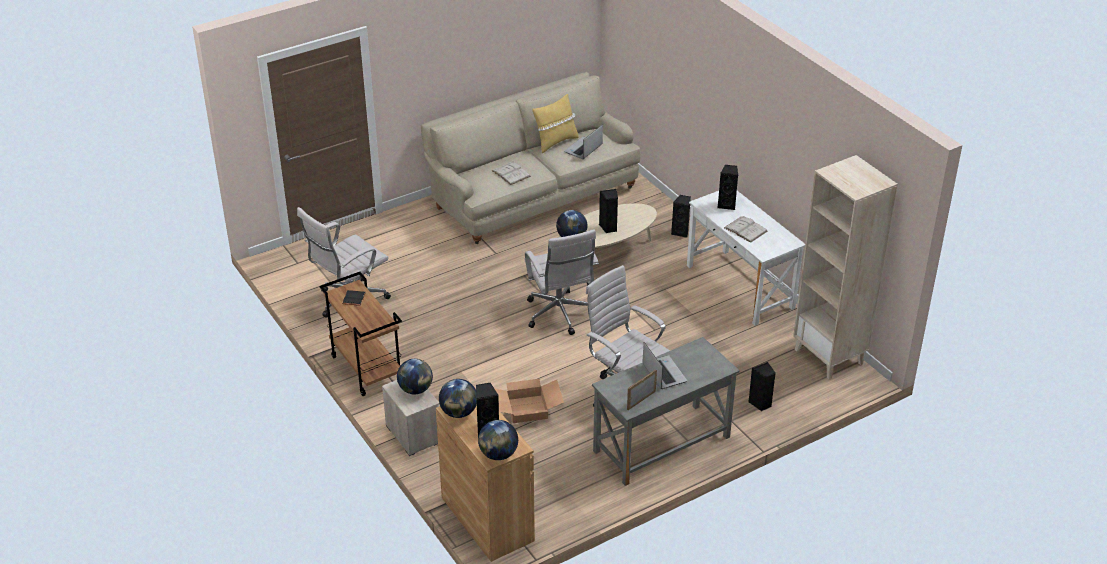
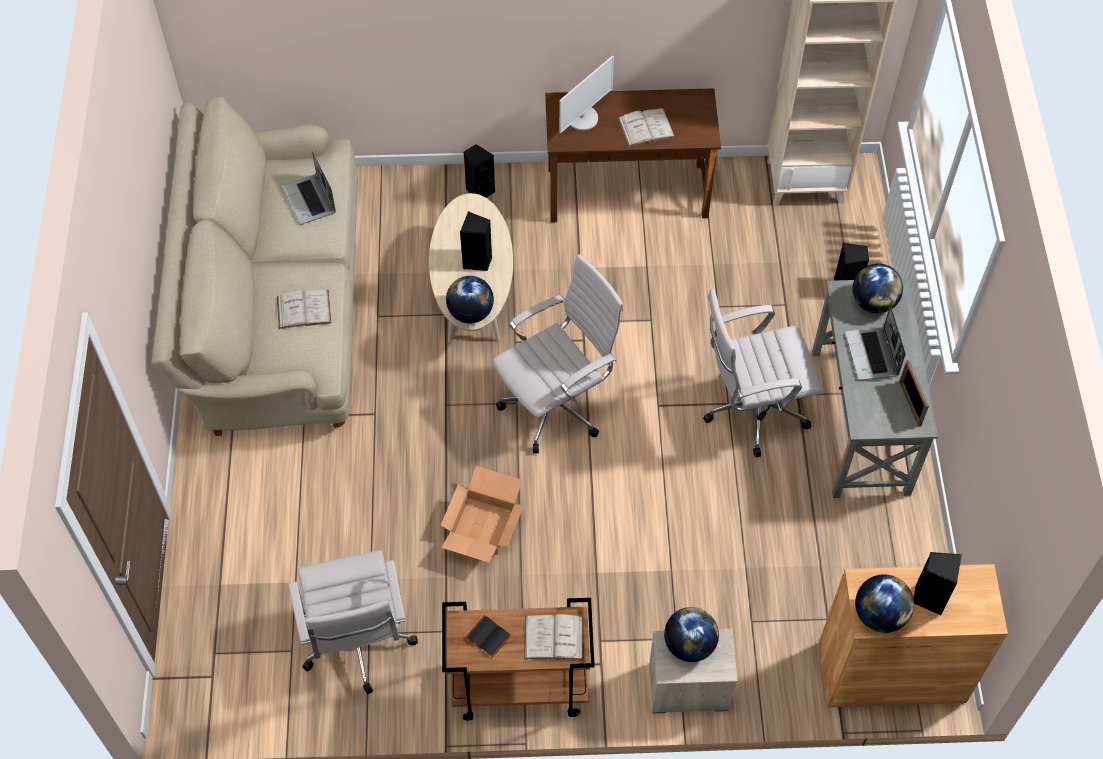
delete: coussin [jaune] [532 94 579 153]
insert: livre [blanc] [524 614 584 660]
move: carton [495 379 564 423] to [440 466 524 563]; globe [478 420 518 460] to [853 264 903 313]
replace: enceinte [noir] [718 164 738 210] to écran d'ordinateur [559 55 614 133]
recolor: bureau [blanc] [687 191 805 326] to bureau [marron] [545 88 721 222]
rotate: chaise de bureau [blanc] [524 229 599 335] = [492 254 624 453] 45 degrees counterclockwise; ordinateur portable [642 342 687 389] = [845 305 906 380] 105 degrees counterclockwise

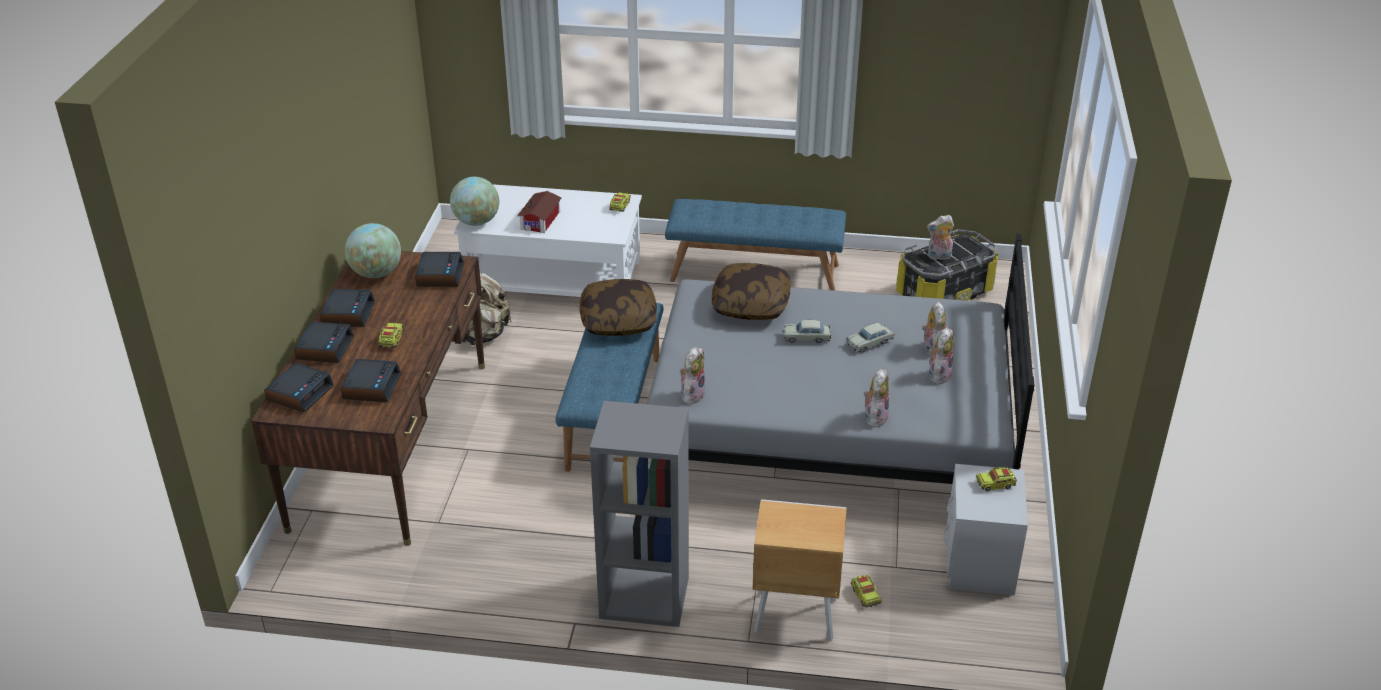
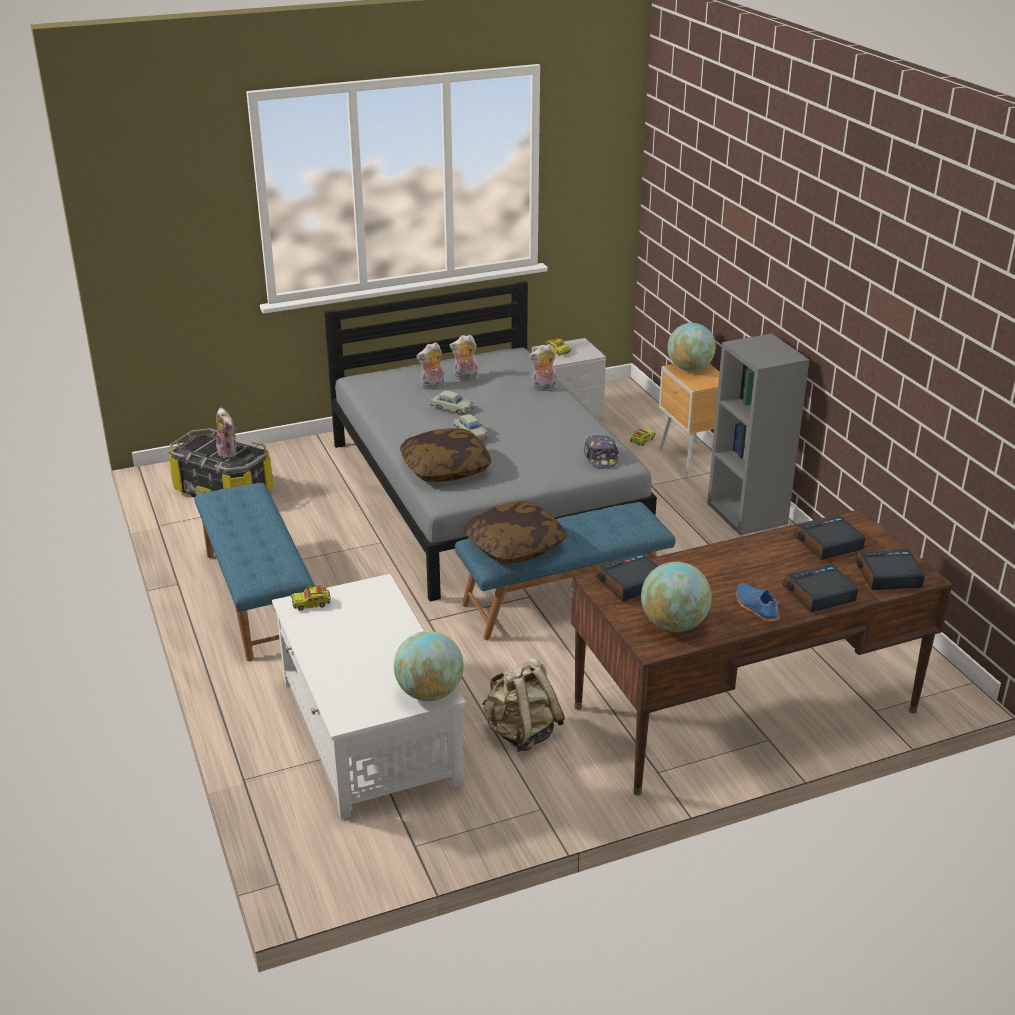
delete: maison miniature [517 191 561 233]; camion jouet [379 323 403 348]
insert: globe [668 323 716 371]
replace: réveil [320 289 375 327] to chaussure [bleu] [736 583 780 622]; peluche [680 347 706 404] to casquette [584 435 619 468]

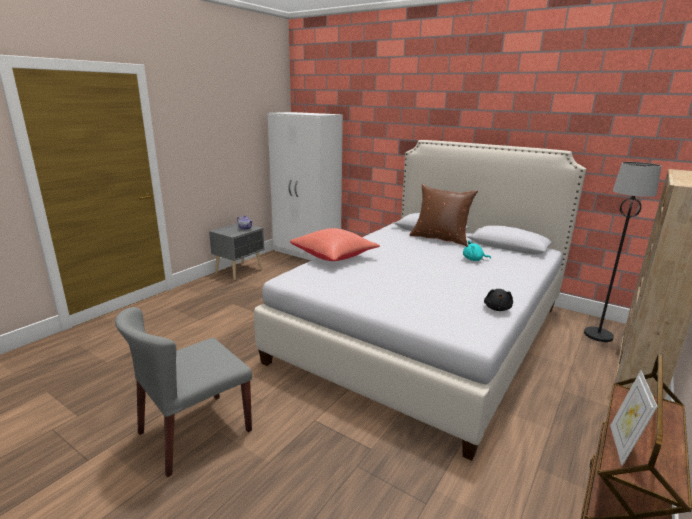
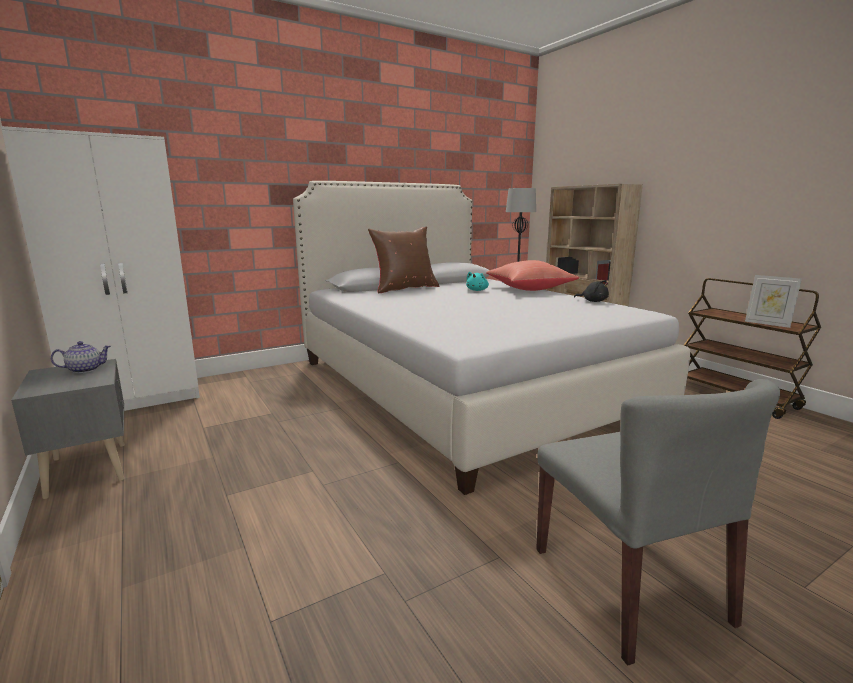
move: coussin [rouge] [290 228 380 261] to [486 260 579 291]

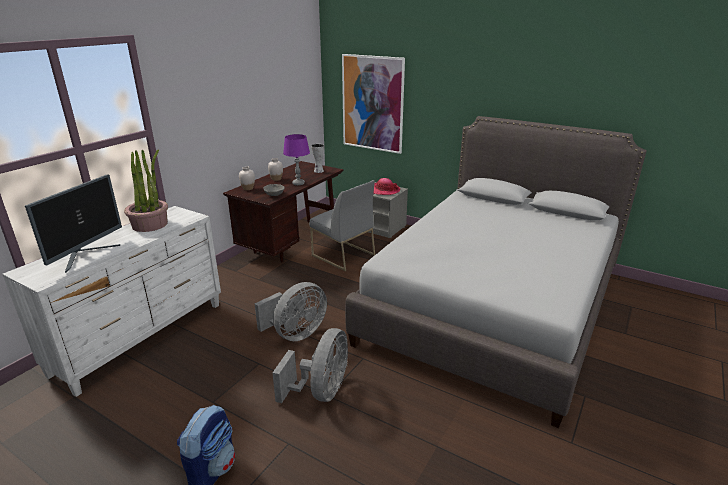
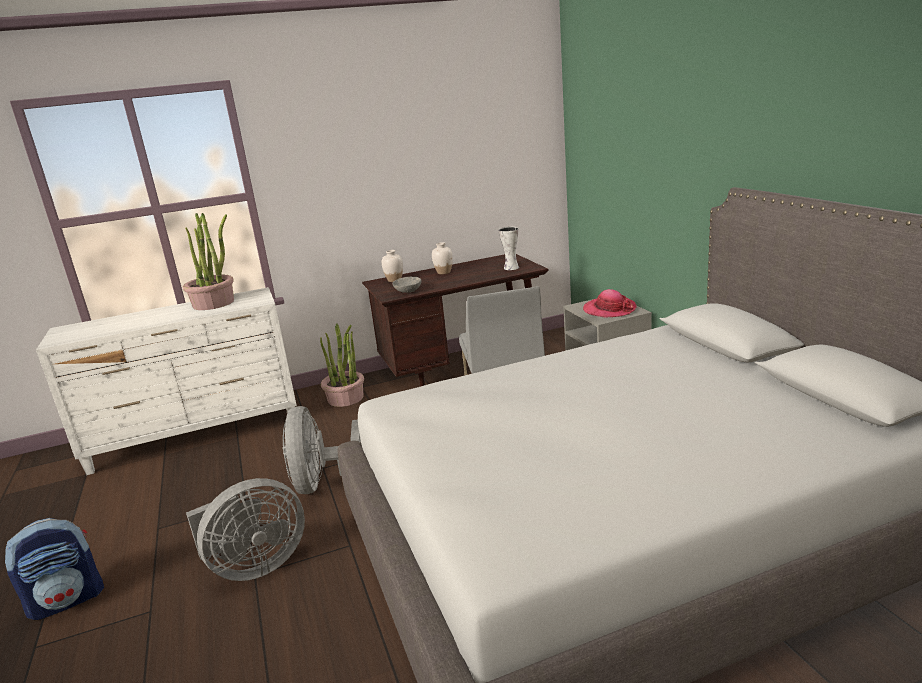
delete: tableau [342 54 405 154]; lampe de table [violet] [283 134 310 185]; écran d'ordinateur [25 175 122 273]
insert: plante en pot [320 323 364 407]
rotate: ventilateur [gris] [255 282 327 341] = [282 406 361 494] 90 degrees clockwise

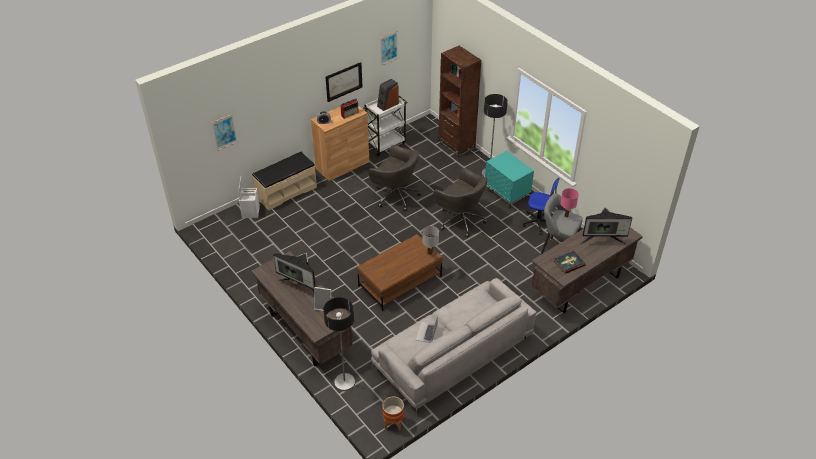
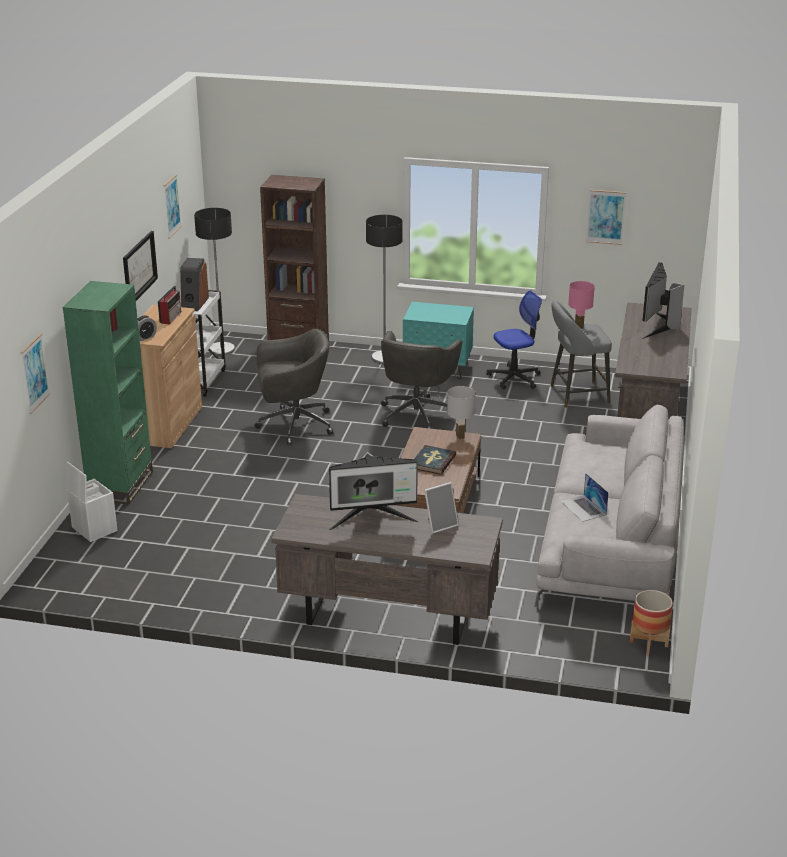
insert: tableau [586 190 626 245]
move: livre [554 251 585 274] to [414 445 456 475]; lampadaire [323 297 355 391] to [194 208 235 355]
replace: banc [beige] [252 152 317 210] to bibliothèque [vert] [62 281 153 504]
rotate: chaise de bureau [gris] [433 168 488 237] = [381 331 462 429] 105 degrees clockwise; écran d'ordinateur [581 207 632 245] = [642 262 685 339] 150 degrees clockwise

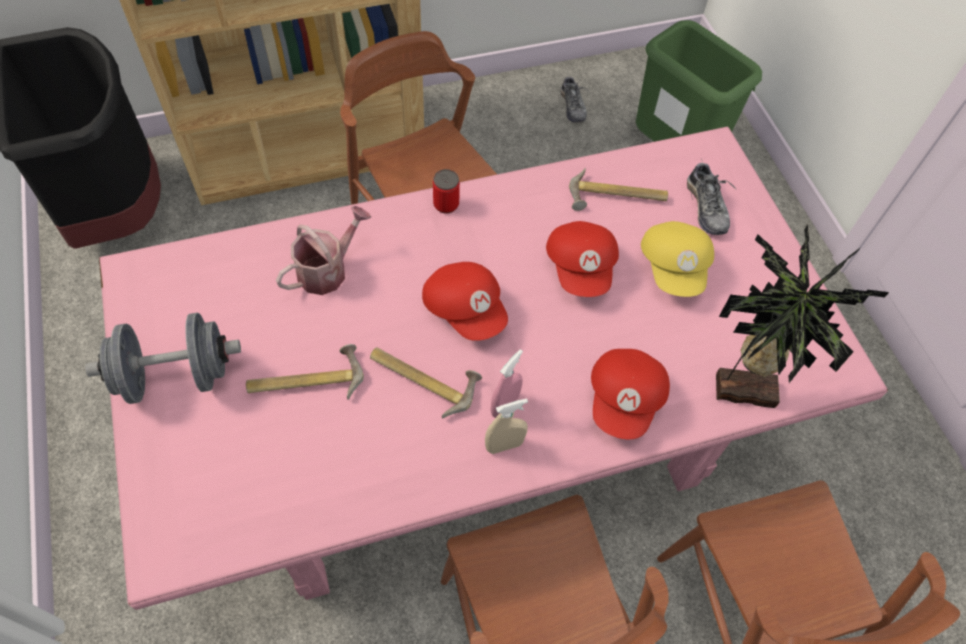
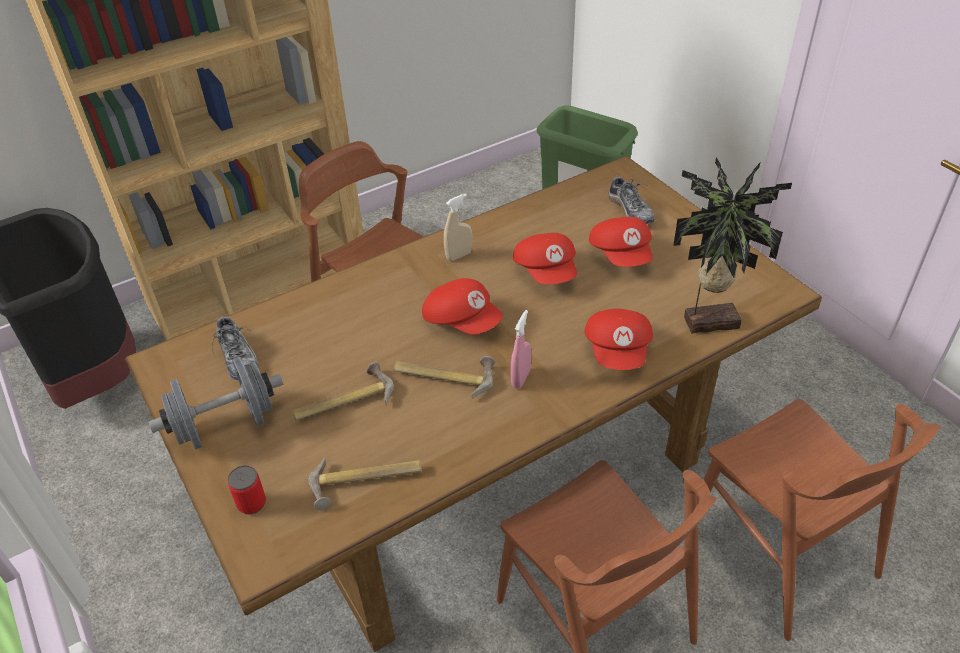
delete: arrosoir [276 206 371 295]
move: chaussure [560 74 590 123] to [212 314 258 380]; marteau [569 168 668 211] to [309 457 421 510]; boîte métallique [433 169 460 214] to [228 465 266 514]; vaporisateur [beige] [485 398 528 454] to [444 193 472 261]
recolor: table à manger [rose] [99 127 888 610] to table à manger [marron] [125 156 822 652]; casquette [jaune] [641 221 714 297] to casquette [rouge] [589 217 653 267]

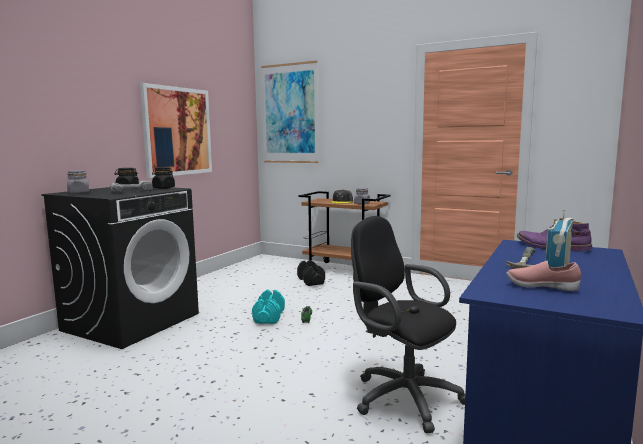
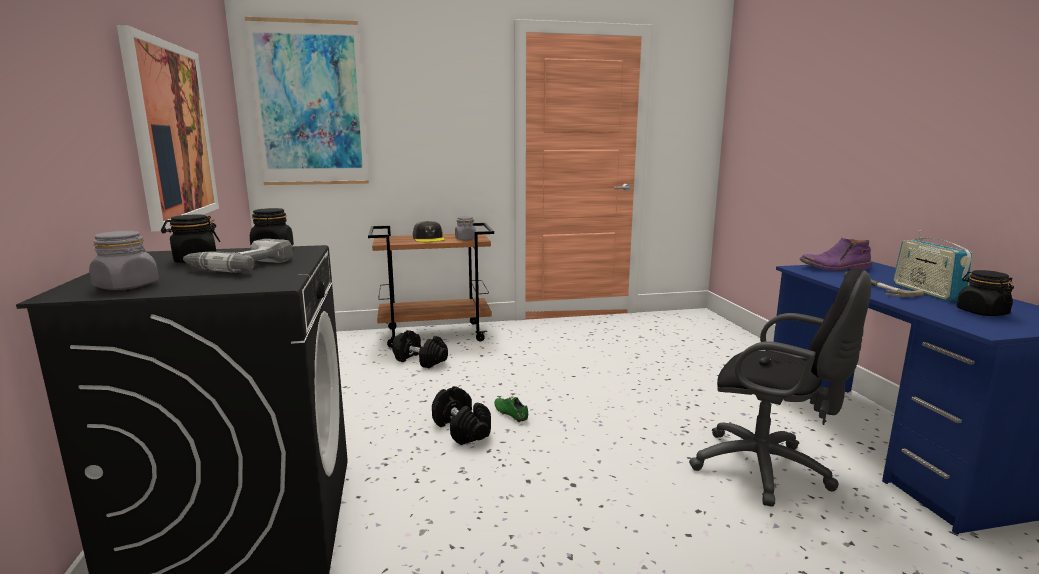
replace: chaussure [rose] [507 261 581 291] to bocal [noir] [956 270 1014 316]
recolor: haltère [turquoise] [252 290 285 324] to haltère [noir] [432 386 491 445]
rotate: chaise de bureau [noir] [351 216 465 433] = [689 268 871 507] 150 degrees counterclockwise

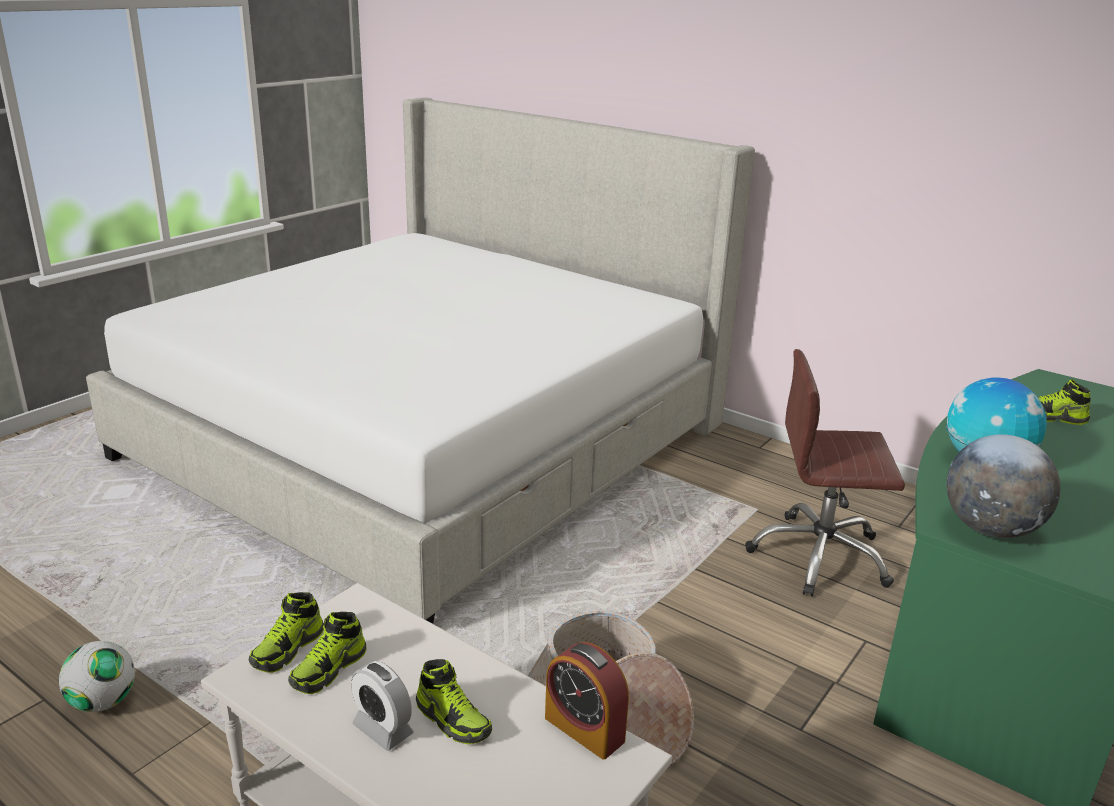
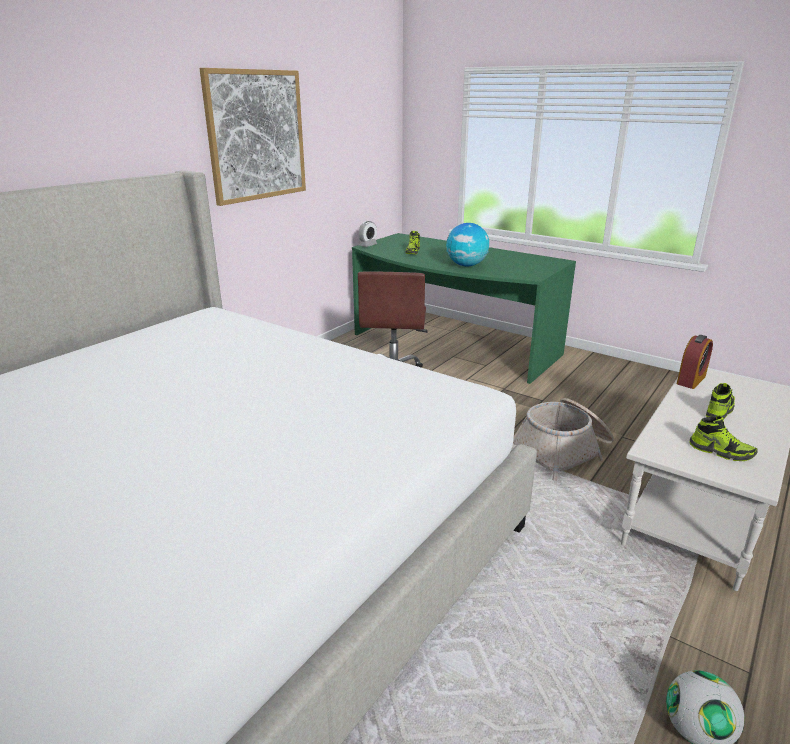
delete: globe [946 434 1061 538]; chaussure [249 592 324 673]
insert: tableau [199 68 306 206]
move: réveil [351 661 414 751] to [359 221 377 247]

